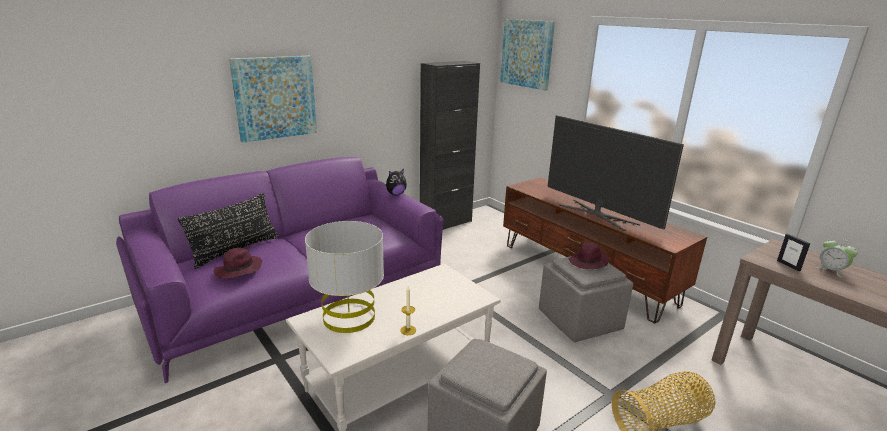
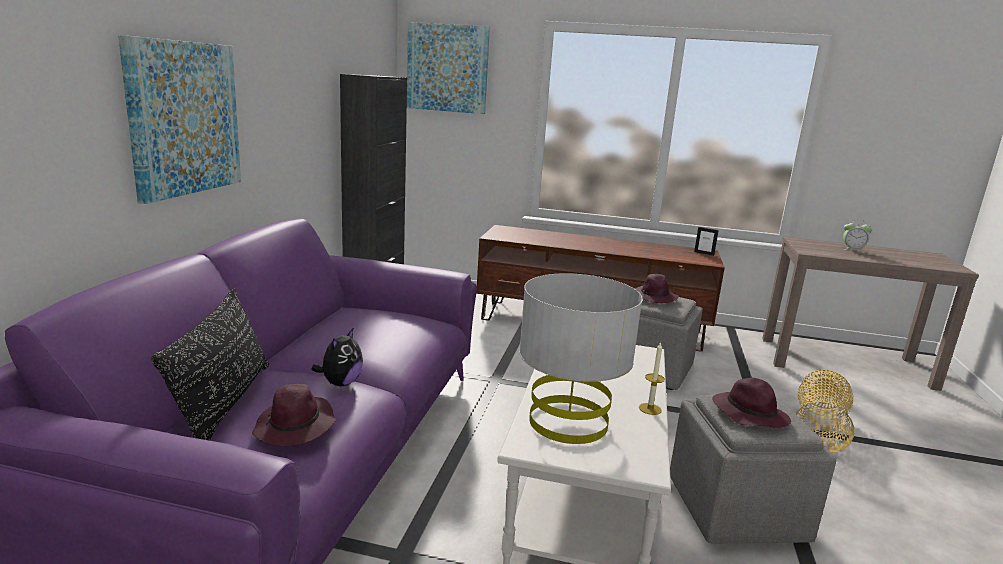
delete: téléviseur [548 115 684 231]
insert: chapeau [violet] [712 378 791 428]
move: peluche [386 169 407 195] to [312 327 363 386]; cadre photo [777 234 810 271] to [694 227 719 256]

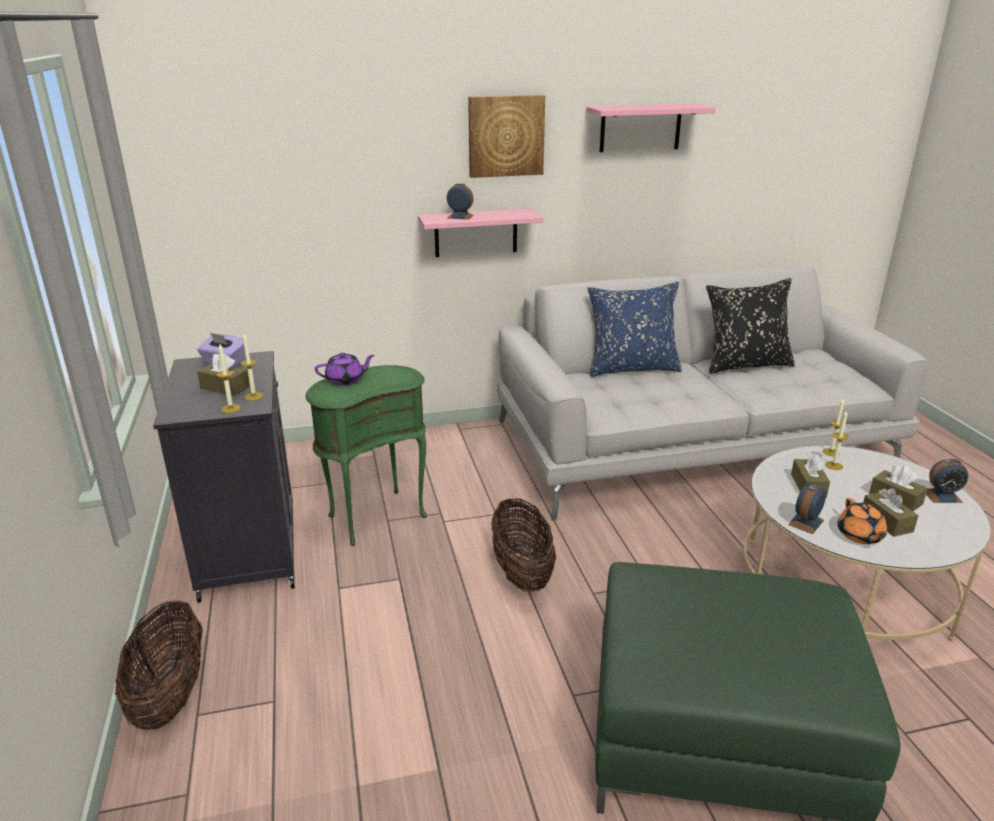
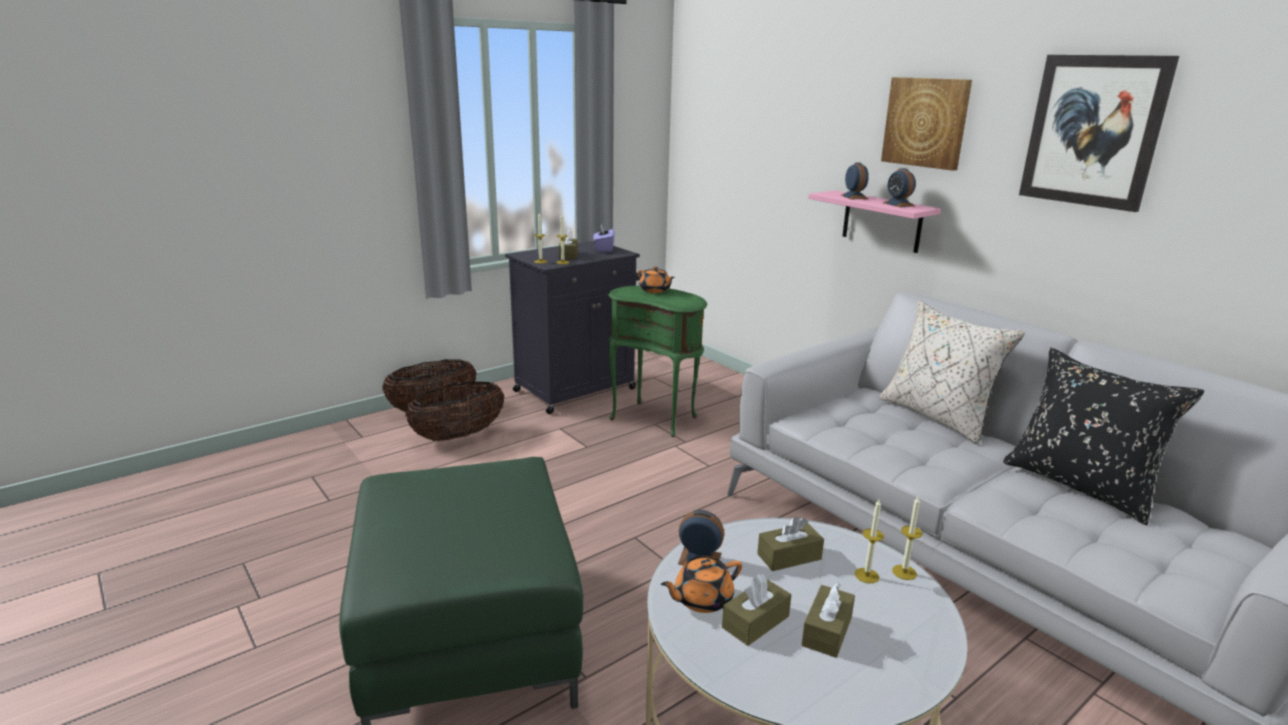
move: réveil [926 459 968 503] to [883 168 916 207]; panier [491 497 556 592] to [405 382 504 441]
replace: étagère [rose] [586 104 716 152] to tableau [1019 55 1179 212]
recolor: coussin [bleu] [587 282 682 377] to coussin [beige] [879 301 1025 445]; théière [violet] [315 353 375 386] to théière [orange] [638 266 675 293]

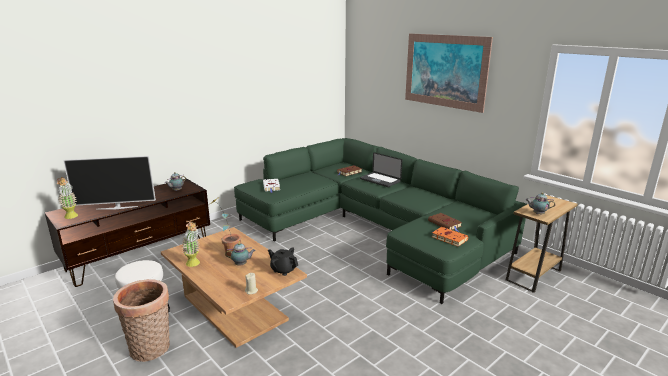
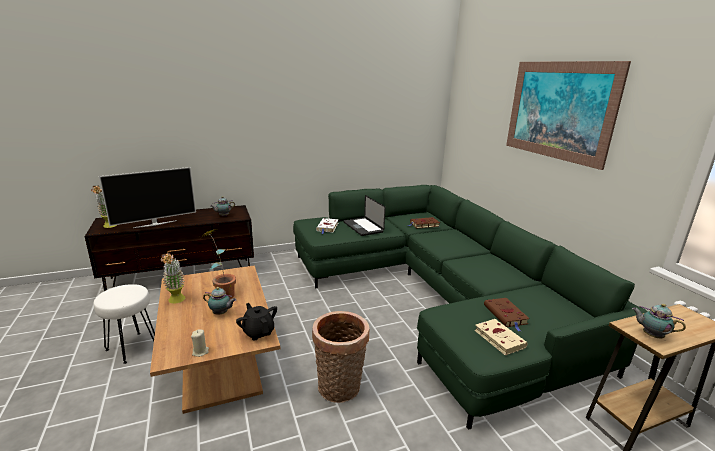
move: ordinateur portable [360 152 402 187] to [344 195 386 236]; panier [113 279 170 362] to [312 311 369 403]
recolor: livre [orange] [432 227 468 247] to livre [beige] [474 319 528 355]
rotate: téléviseur [63 156 156 210] = [99 167 196 228] 45 degrees counterclockwise

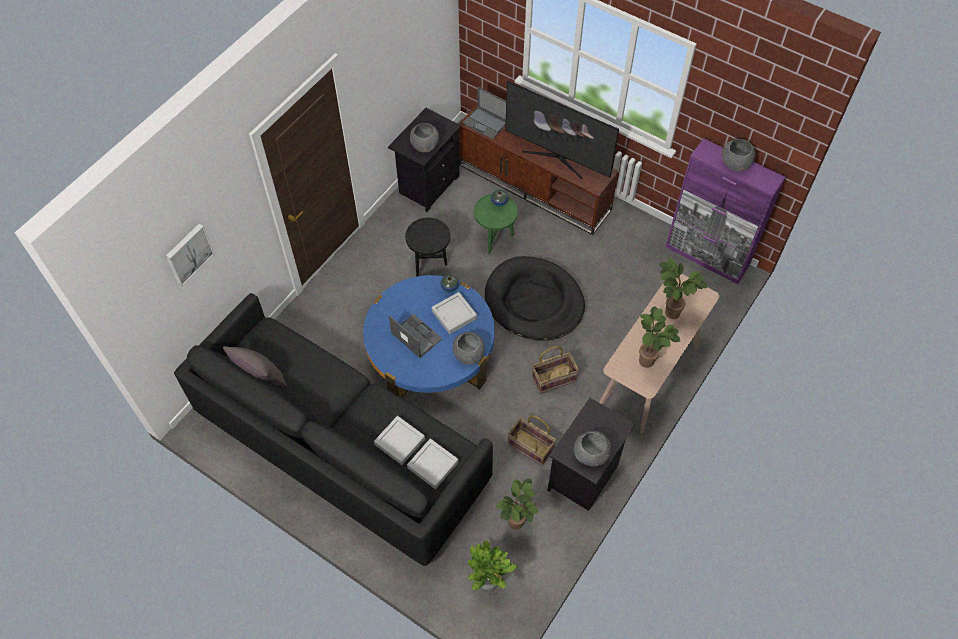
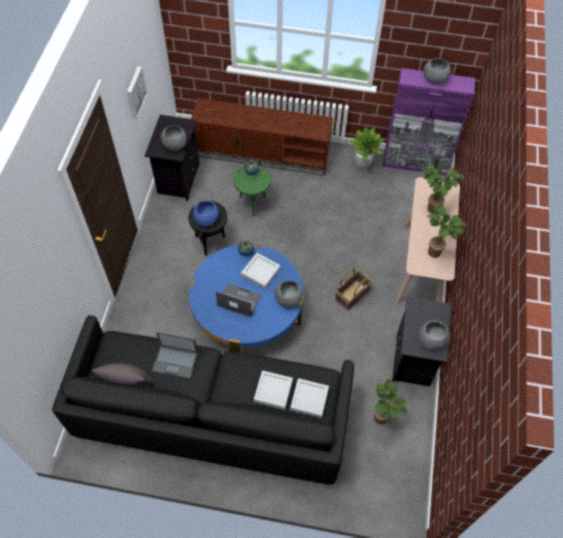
delete: téléviseur [505 81 619 179]; panier pour chien [noir] [485 256 585 341]; panier [508 415 556 466]
insert: bol [bleu] [193 201 219 227]
move: ordinateur portable [462 87 506 140] to [152 332 198 379]; tableau [166 224 215 286] to [127 66 147 119]; plante en pot [468 540 518 590] to [350 127 384 170]

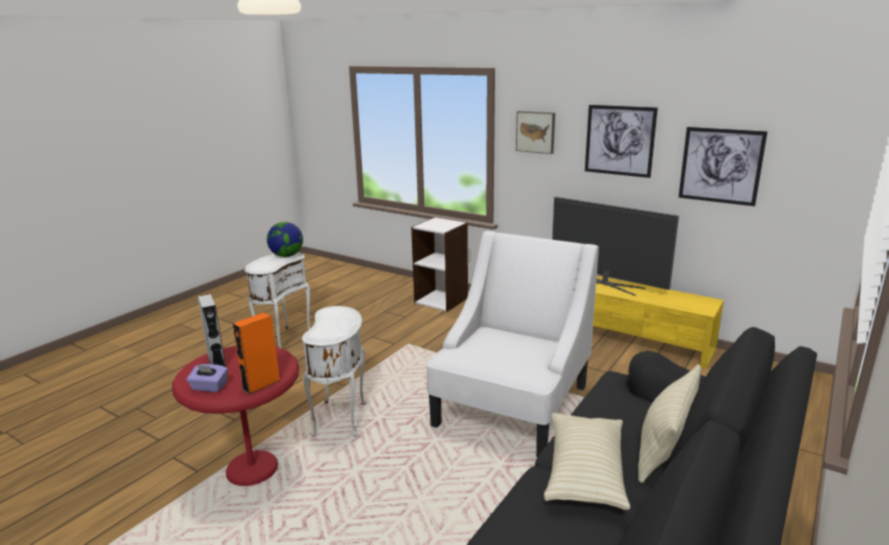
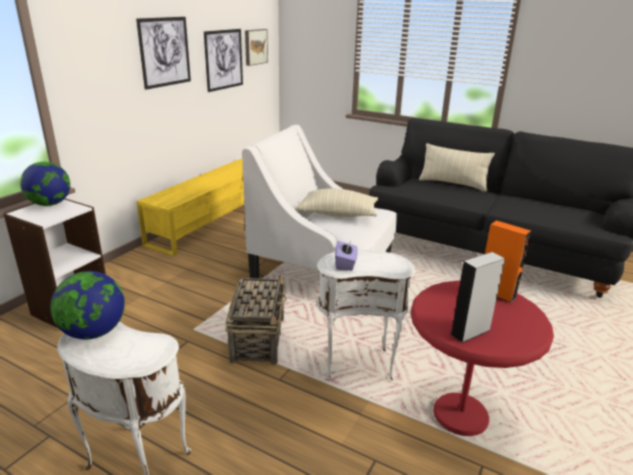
delete: téléviseur [552 197 679 296]
insert: globe [20 162 70 206]; panier [225 274 287 365]
move: tableau [516 111 555 154] to [245 29 268 66]; boîte à mouchoirs [violet] [187 364 228 392] to [335 241 358 271]; coussin [beige] [544 413 630 510] to [295 188 378 217]

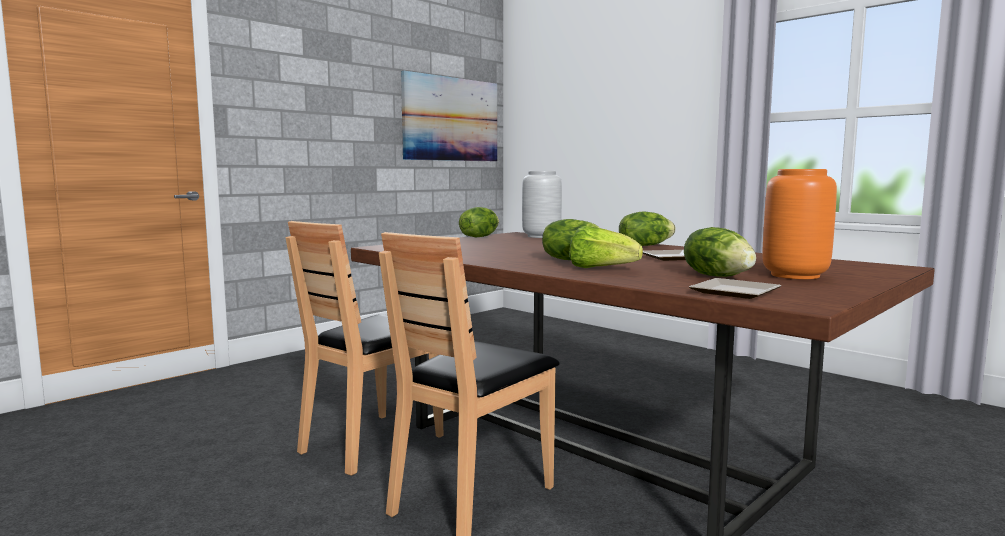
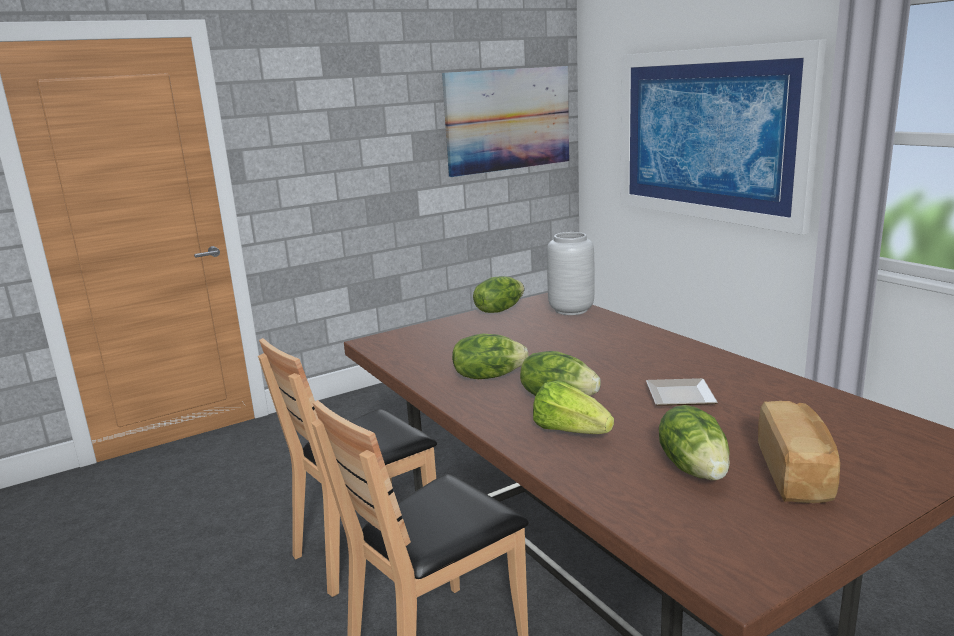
delete: assiette [689 278 781 299]
insert: tableau [621 39 826 235]
move: laitue [619 212 676 246] to [452 334 529 379]
replace: vase [orange] [762 169 837 279] to pain [758 401 840 503]

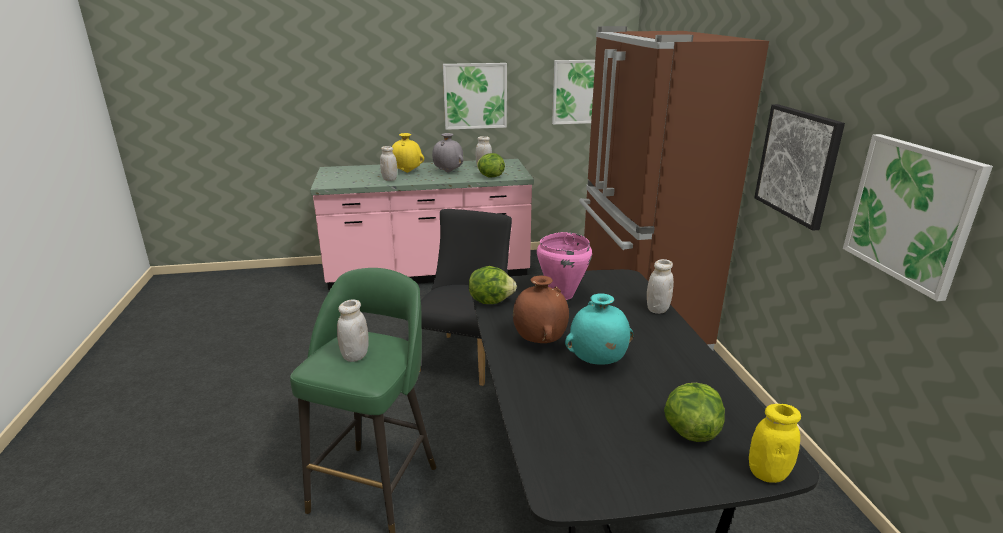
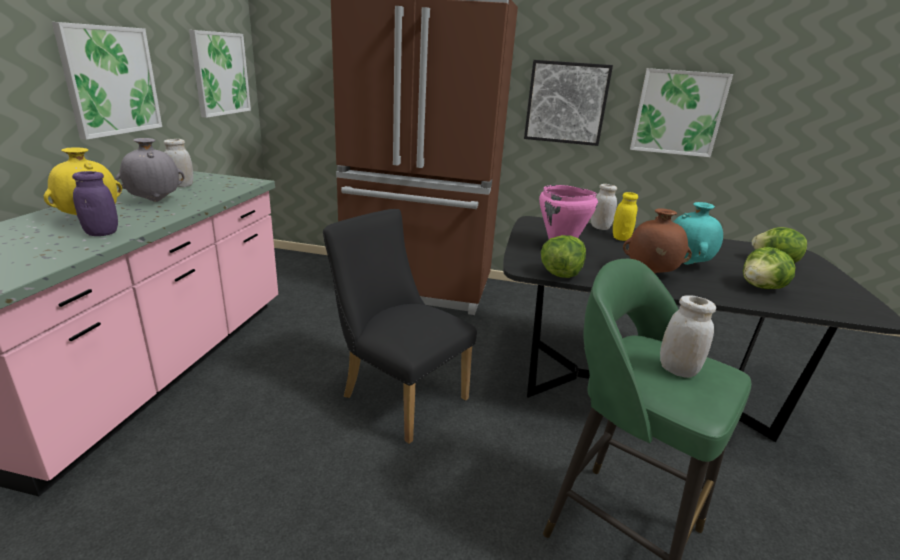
move: laitue [477 153 505 178] to [743 247 795 289]; bocal [jaune] [749 404 801 483] to [613 192 638 241]
recolor: bocal [blanc] [380 146 397 181] to bocal [violet] [72 171 118 236]

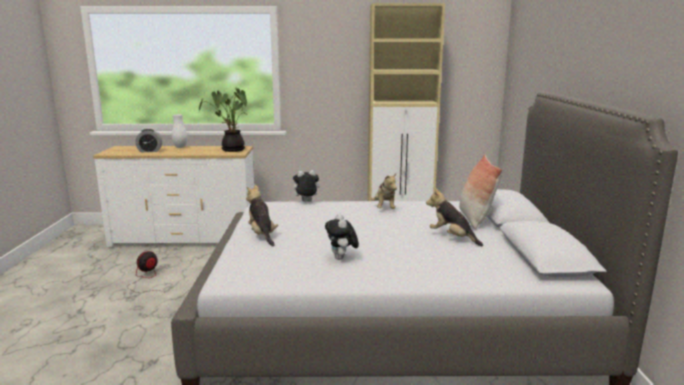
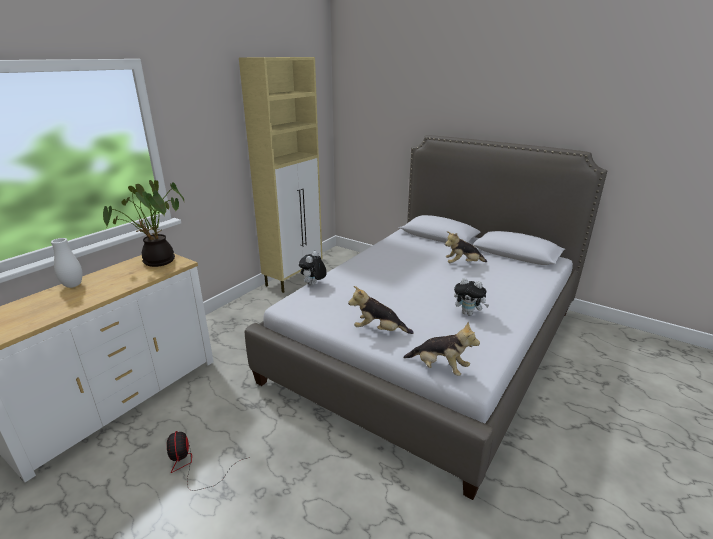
delete: réveil [135 129 162 152]; coussin [459 154 502 229]
move: peluche [371 173 397 209] to [403 322 480 376]

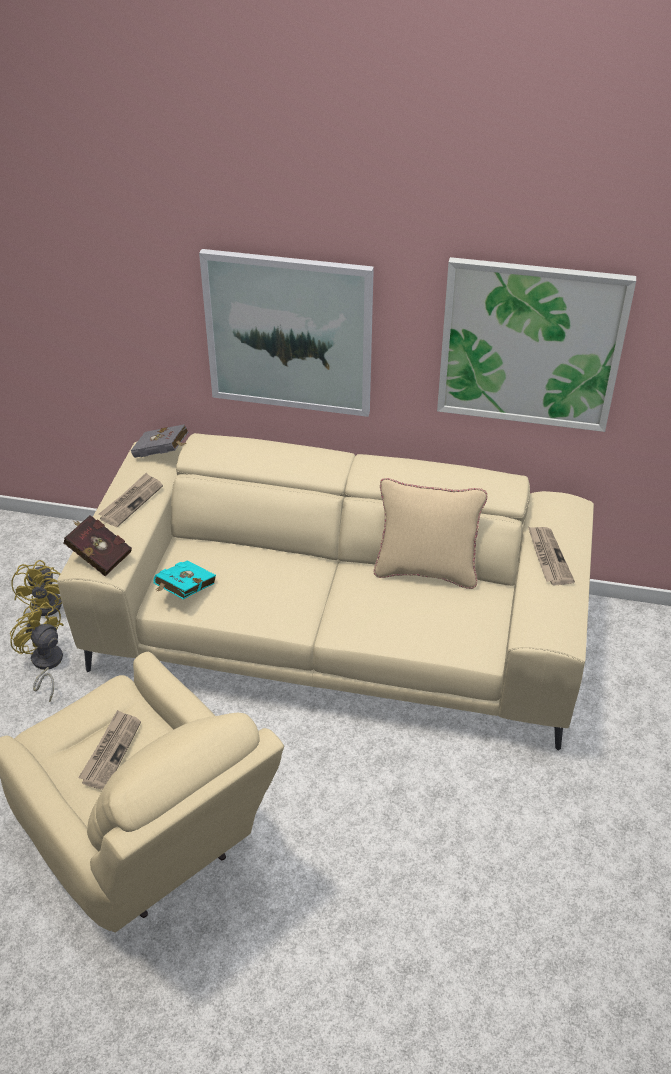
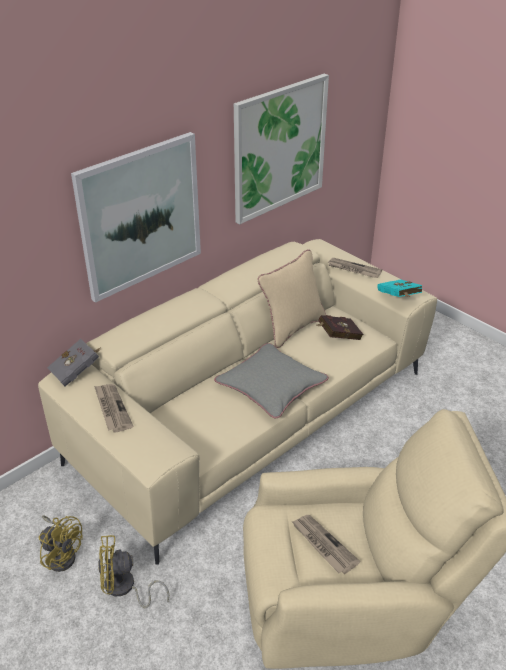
insert: coussin [gris] [214 343 329 418]
move: livre [rouge] [64 515 132 577] to [317 315 363 340]; livre [turquoise] [153 560 216 599] to [377 279 422 297]

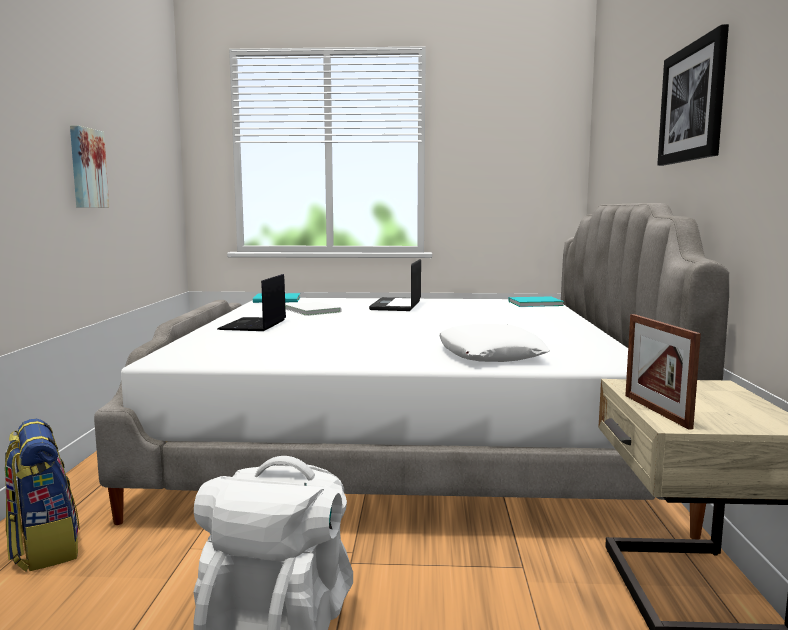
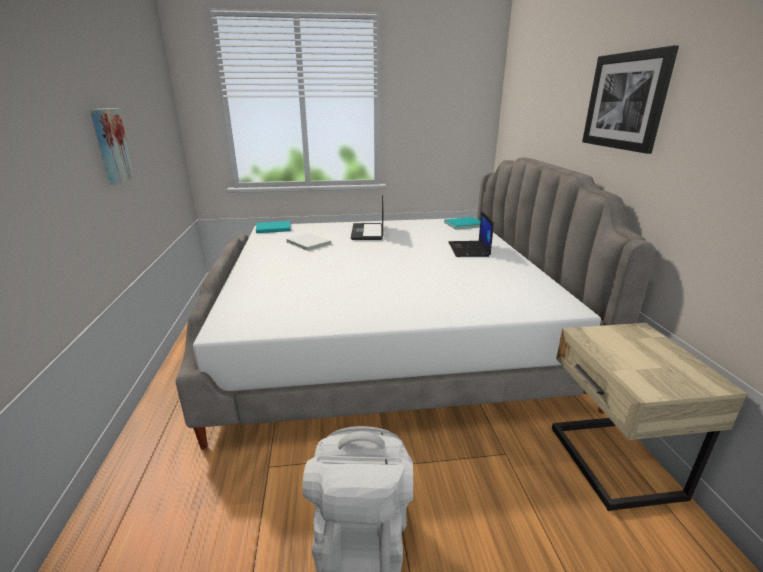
delete: cadre photo [625 314 701 430]; coussin [blanc] [439 324 550 362]; sac à dos [5 419 80 572]
move: ordinateur portable [217 274 286 331] to [448 211 494 257]

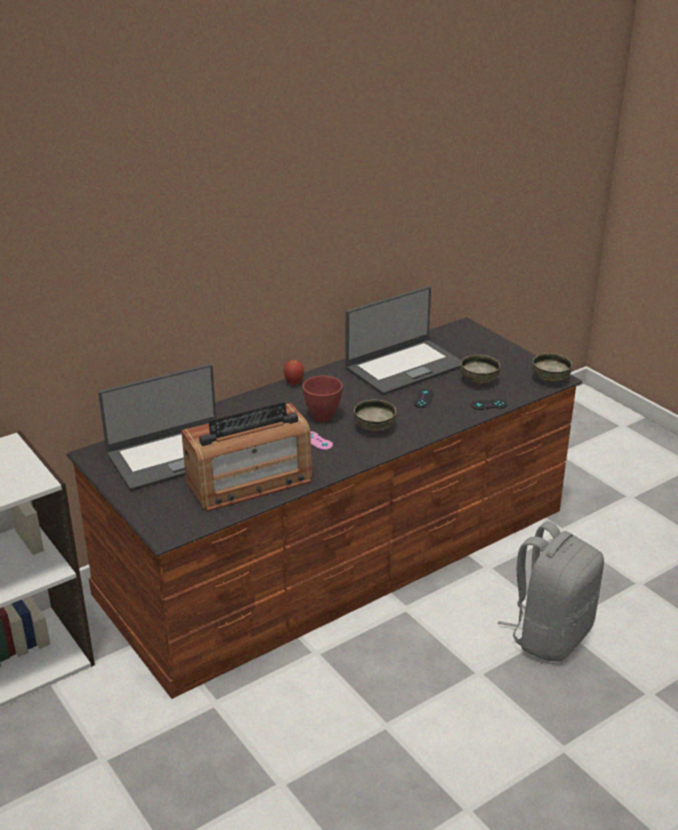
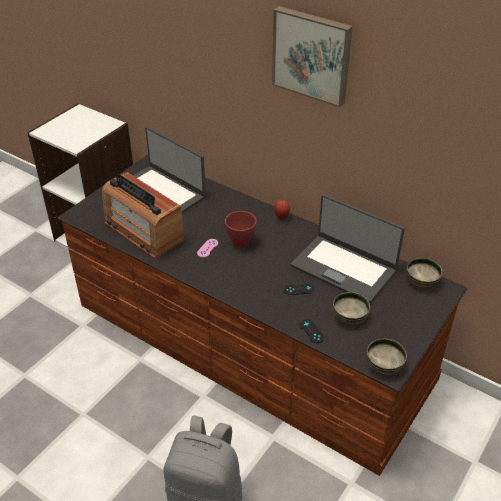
insert: tableau [272 6 353 107]
move: bol [354 399 396 432] to [406 258 442 288]

